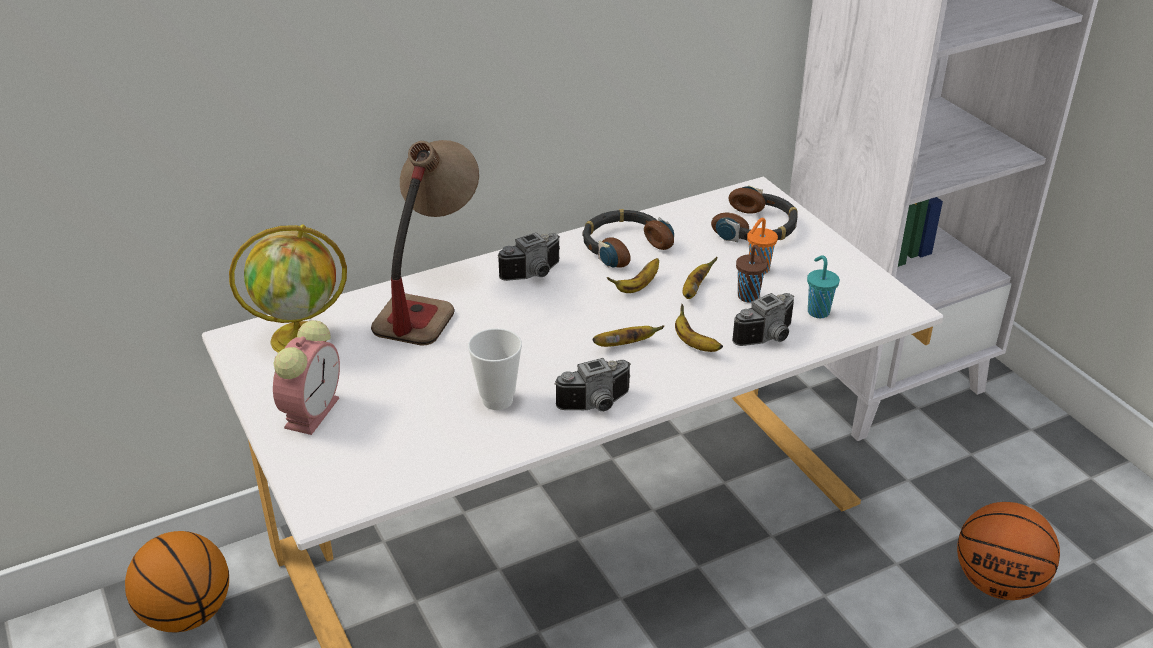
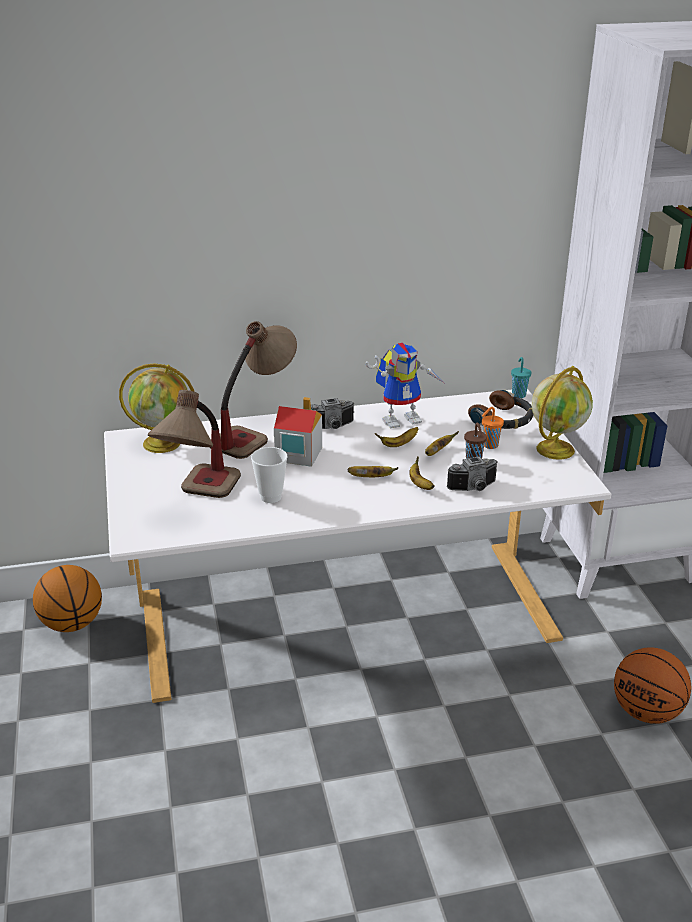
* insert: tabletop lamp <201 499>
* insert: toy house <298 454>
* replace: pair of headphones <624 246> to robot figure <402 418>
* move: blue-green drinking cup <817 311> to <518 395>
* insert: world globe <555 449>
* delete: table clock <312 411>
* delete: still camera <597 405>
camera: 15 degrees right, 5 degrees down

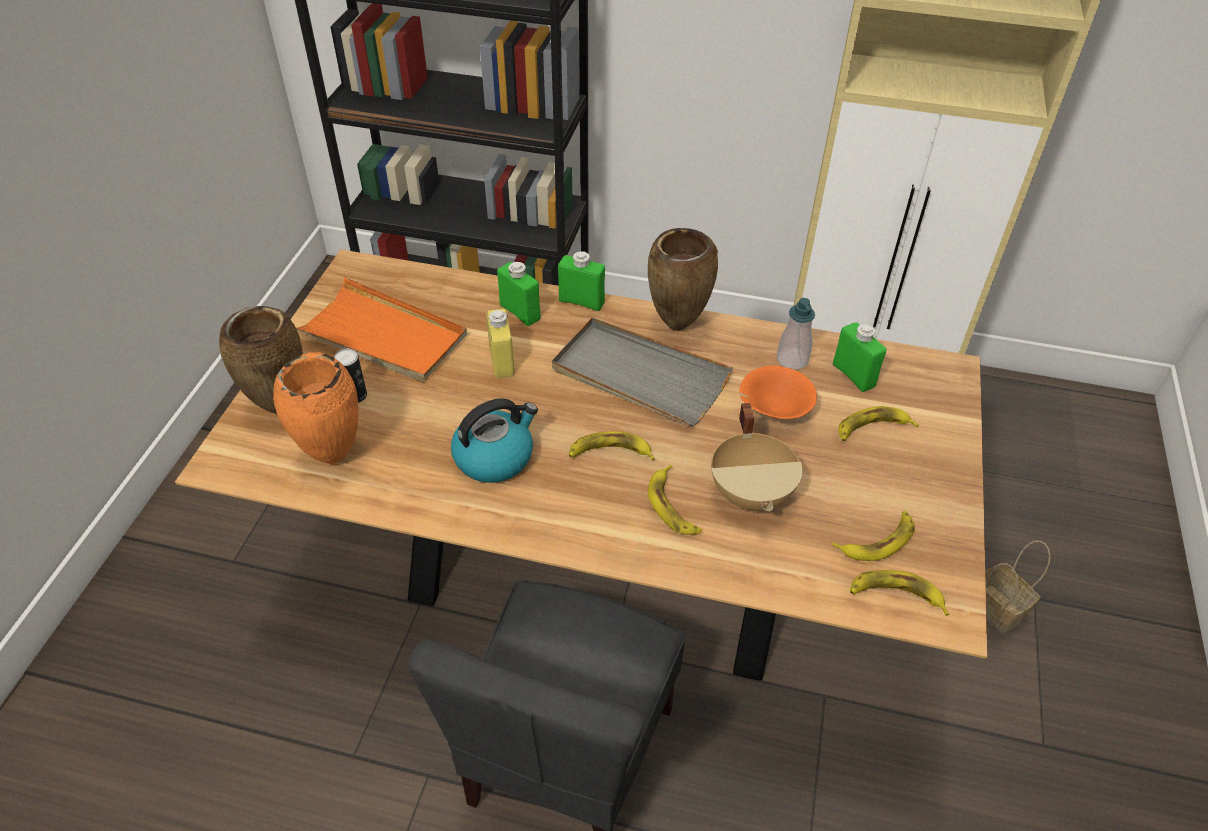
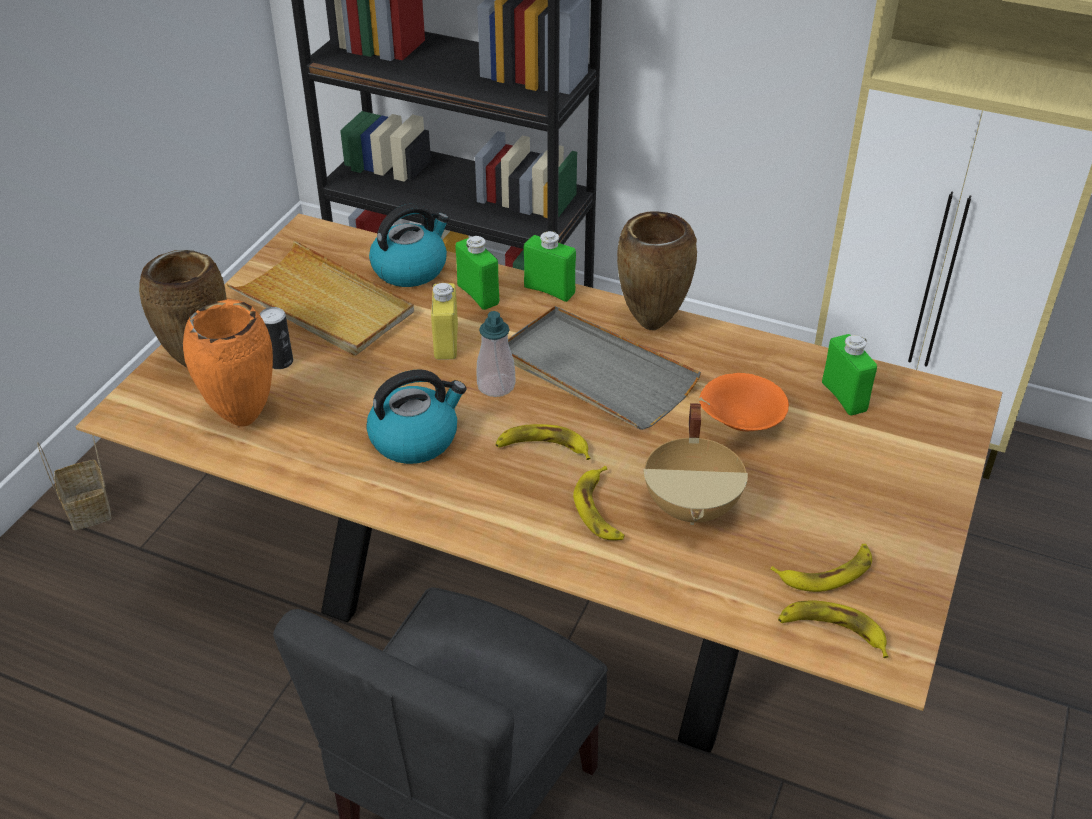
* move: household basket <998 609> to <89 510>
* recolor: orange serving tray <383 336> to beige serving tray <323 305>
* insert: tea kettle <410 268>
* move: soap dispenser <792 360> to <496 386>
* delete: banana fruit <872 428>
camera: 10 degrees right, 5 degrees down

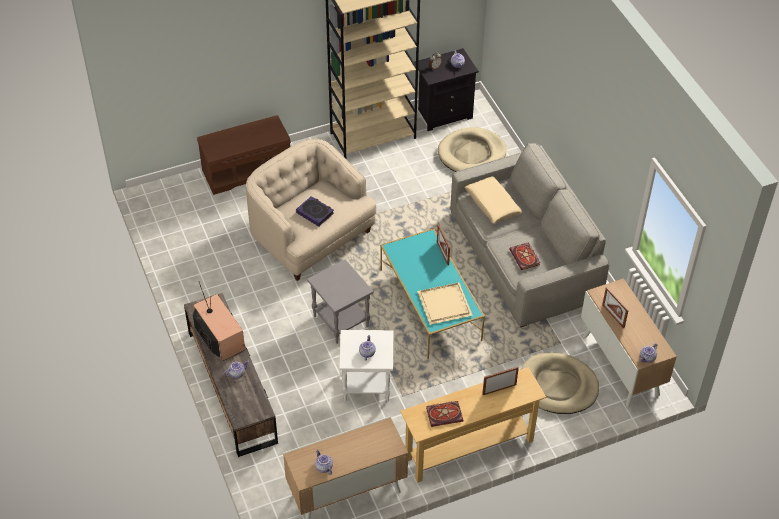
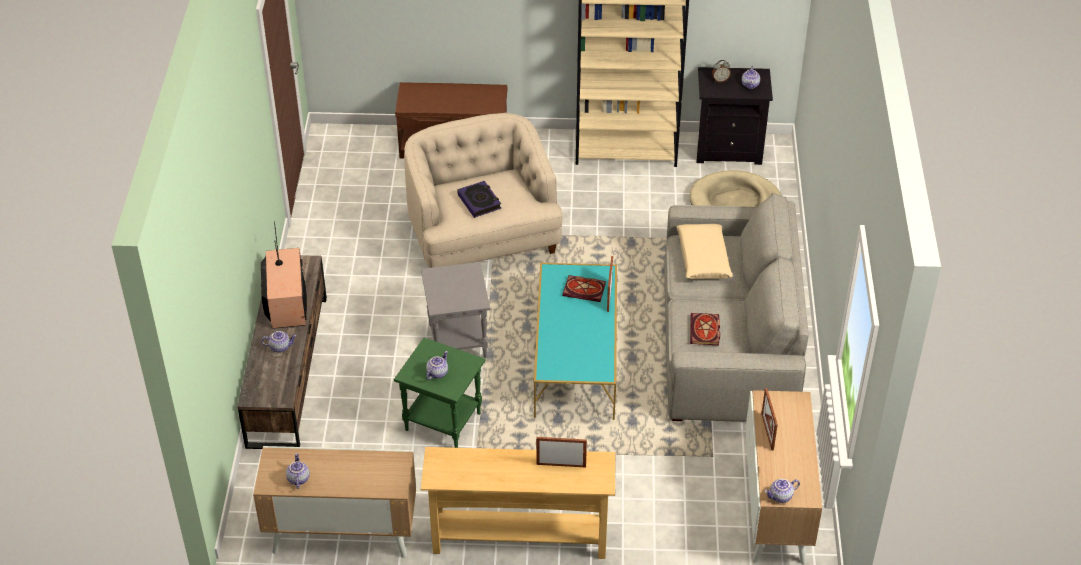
* recolor: white side table <366 385> to green-coloured side table <441 422>
* move: book <445 414> to <585 290>
* delete: beige serving tray <443 304>
* delete: beige pet bed <558 386>
camera: 25 degrees right, 5 degrees down

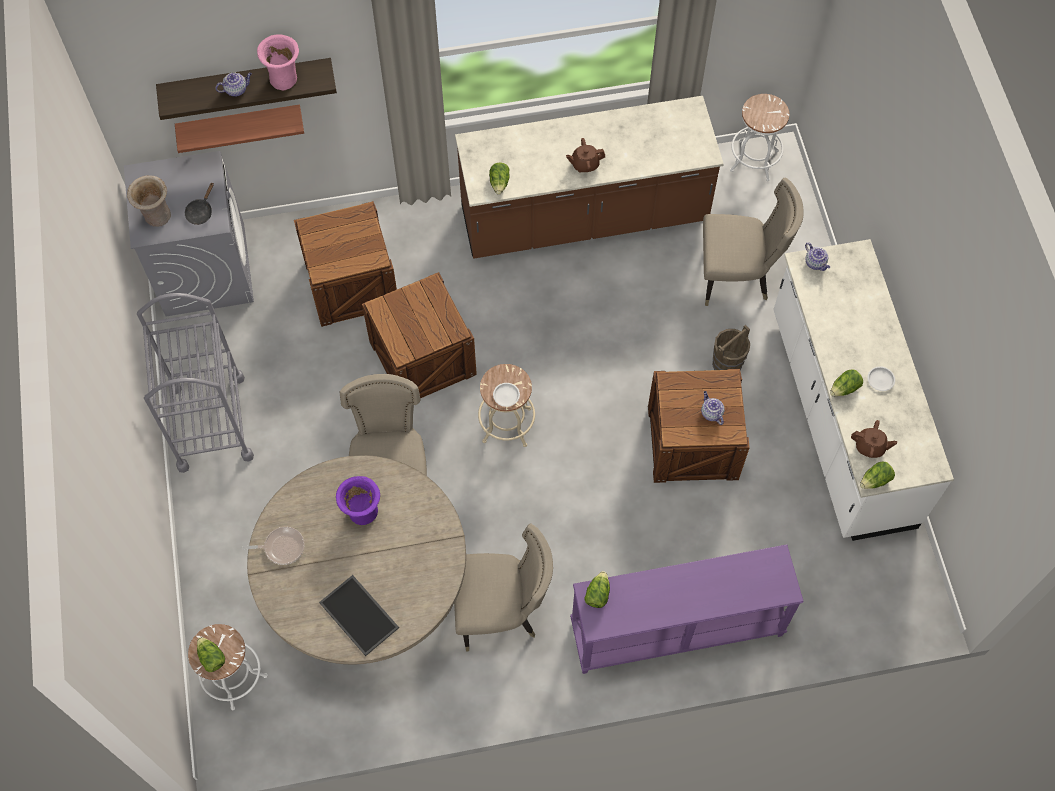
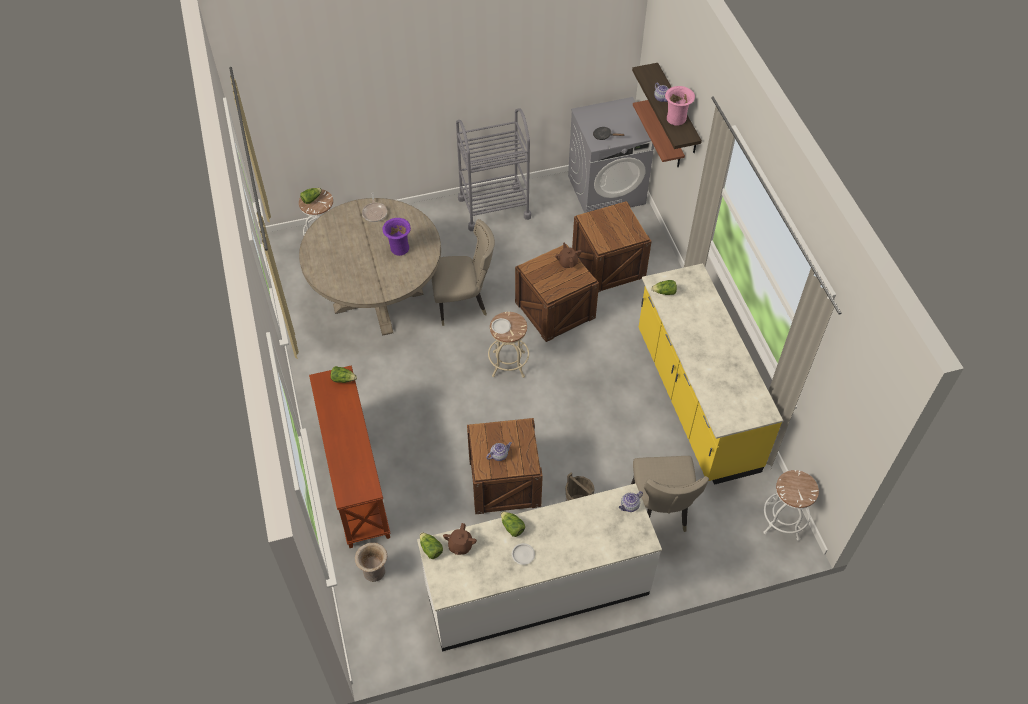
* recolor: purplish narrow table <676 630> to brown-coloured narrow table <354 477>
* move: beige decorative vase <156 216> to <374 571>
* move: brown-coloured pot for tea <585 164> to <567 262>
* recolor: brown-coloured kitchen base unit <584 218> to yellow-coloured kitchen base unit <695 400>
* delete: serving tray <360 615>
* delete: beige upright chair <501 611>
camera: 85 degrees right, 10 degrees down

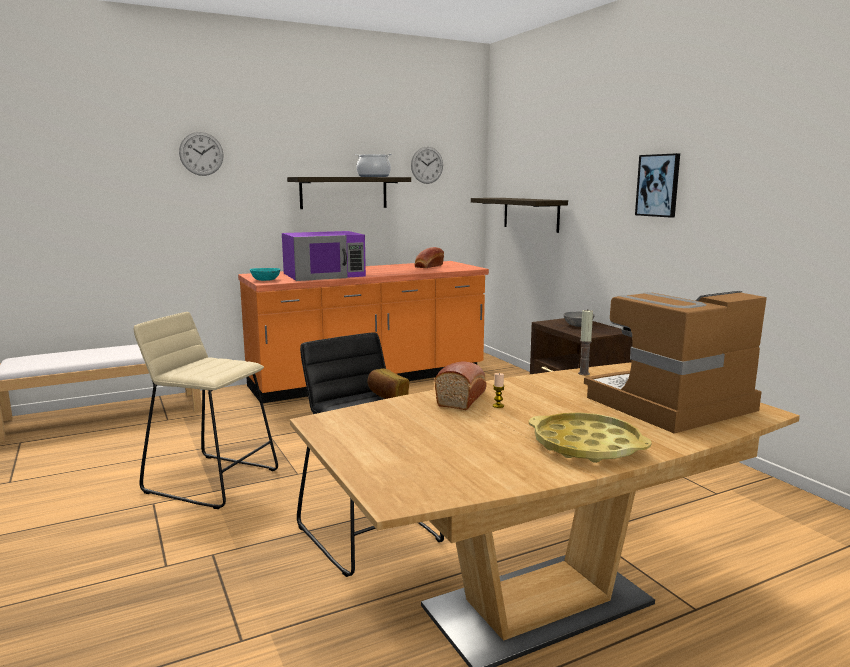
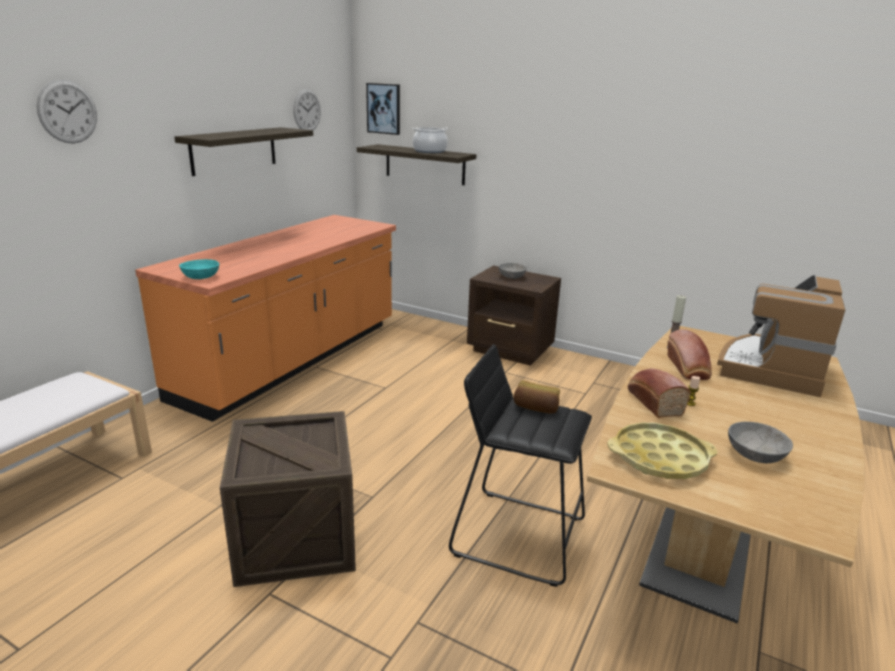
* replace: beige stool seat <212 480> to shipping crate <296 538>
* move: picture <658 185> to <384 108>
* move: cooking pot <373 176> to <430 151>
* move: yellow-coloured serving tray <586 446> to <659 458>
* move: baked bread <428 266> to <688 368>
* insert: gray serving bowl <755 454>
* delete: purplish microwave <324 275>
camera: 35 degrees left, 10 degrees up

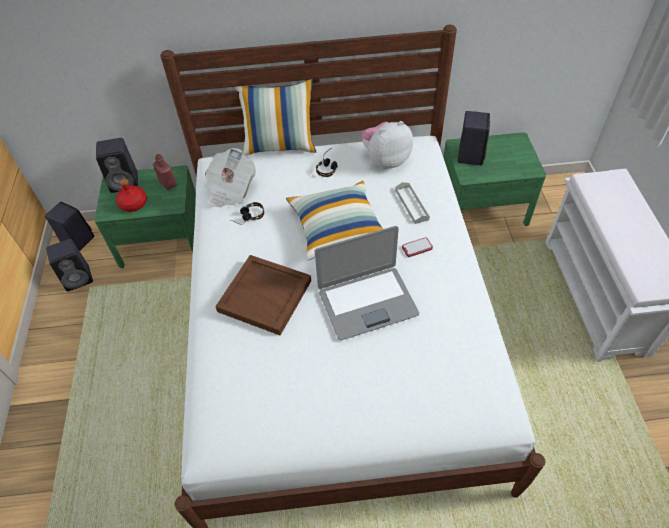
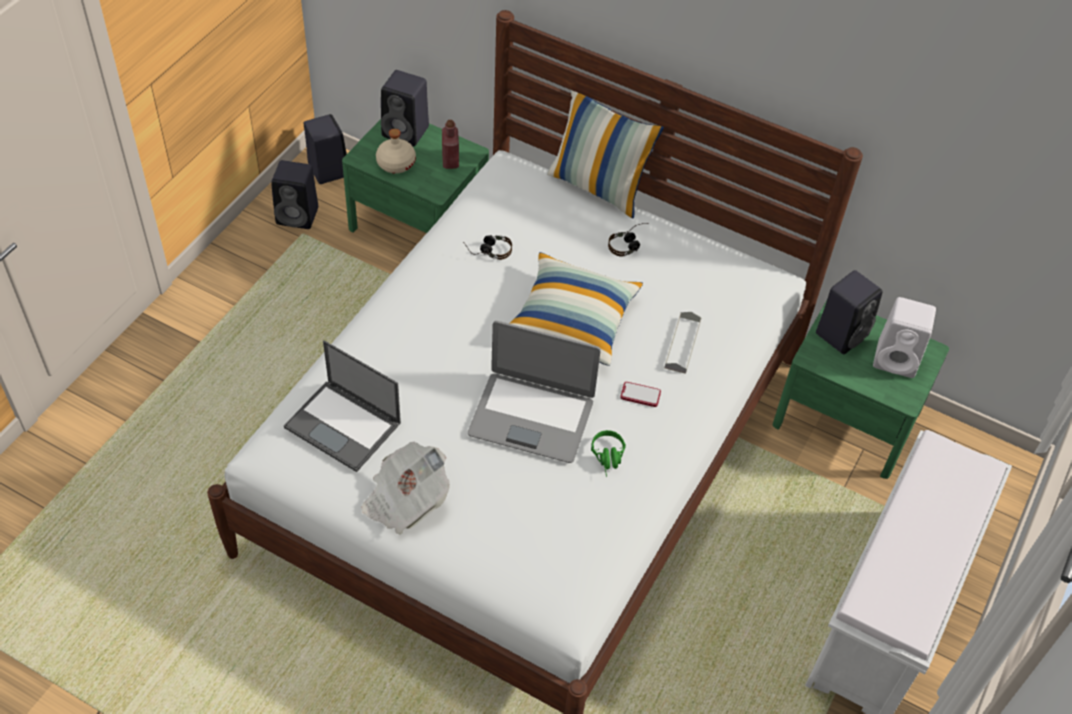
* insert: portable computer <344 425>
* move: printed paper <230 190> to <405 500>
* recolor: red bottle <133 204> to beige bottle <395 163>
* insert: green-coloured pair of headphones <608 459>
* insert: white loudspeaker <897 359>
* delete: brown-coloured serving tray <266 295>
* delete: soft toy <385 160>
camera: 30 degrees right, 0 degrees up

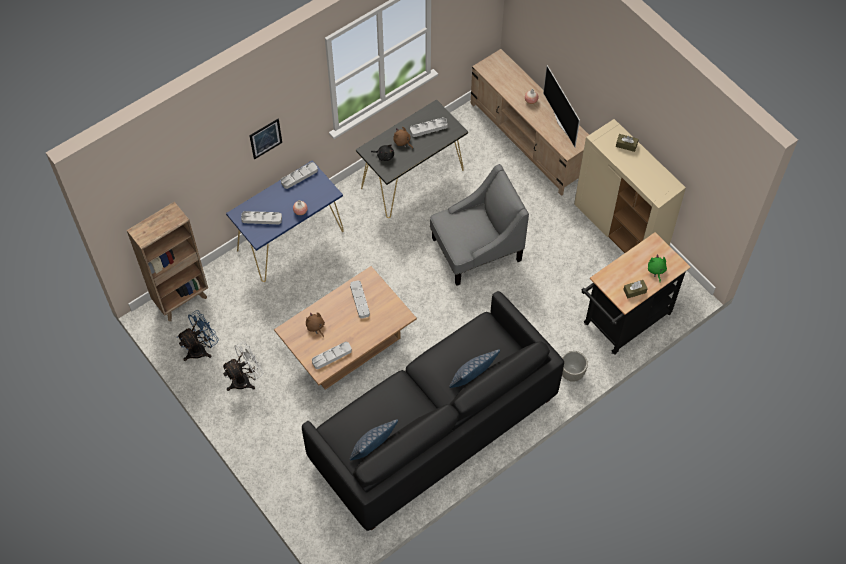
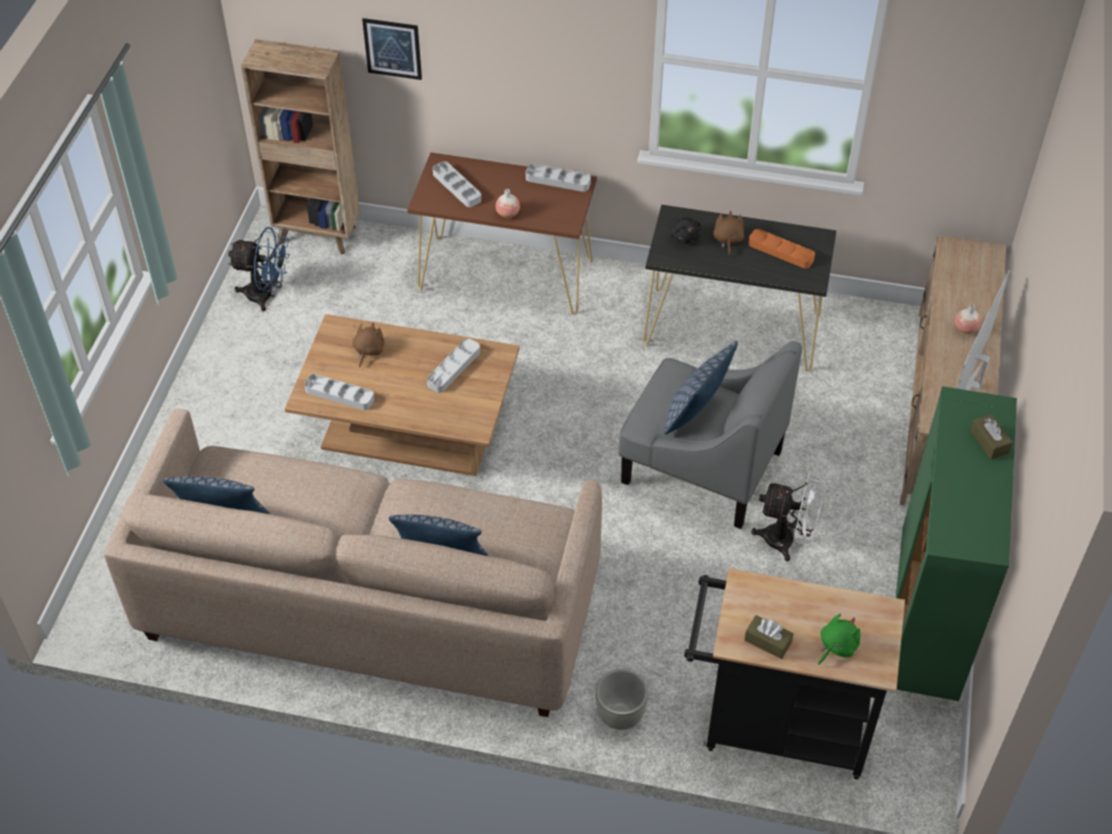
* recolor: blackish settee <433 428> to beige settee <370 606>
* move: picture <265 138> to <392 48>
* recolor: bluish narrow table <291 240> to brown-coloured narrow table <506 275>
* insert: cushion <696 413>
* recolor: gray serving tray <428 128> to orange serving tray <781 251>
* move: white electric fan <245 379> to <788 541>
* recolor: beige cupboard <620 229> to green-coloured cupboard <929 614>
camera: 50 degrees right, 10 degrees down

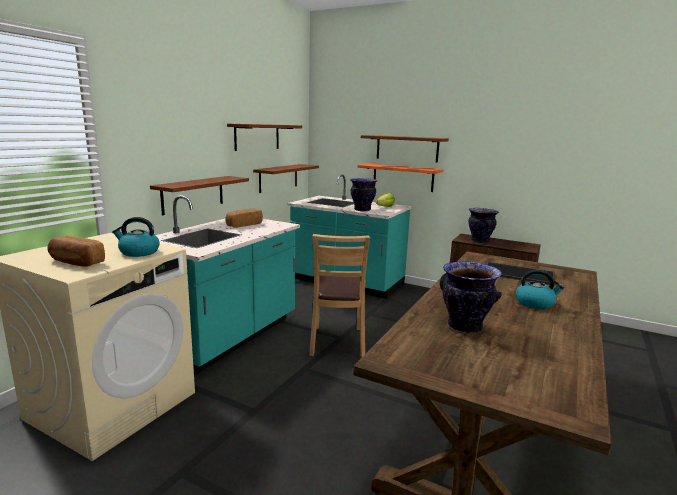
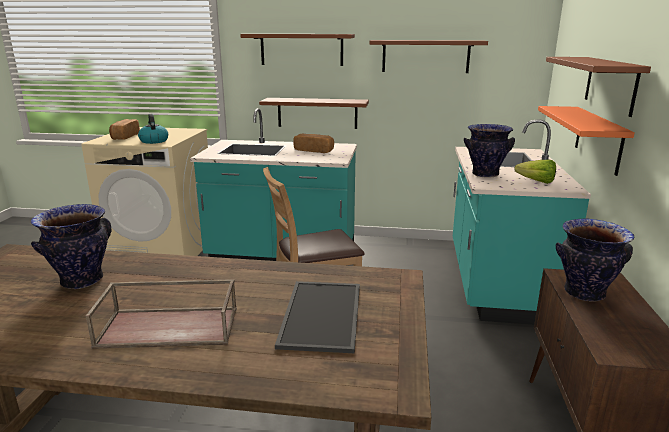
* replace: tea kettle <535 303> to brown-coloured serving tray <170 326>
* move: brown-coloured bracket shelf <278 178> to <301 49>
camera: 70 degrees right, 5 degrees up

